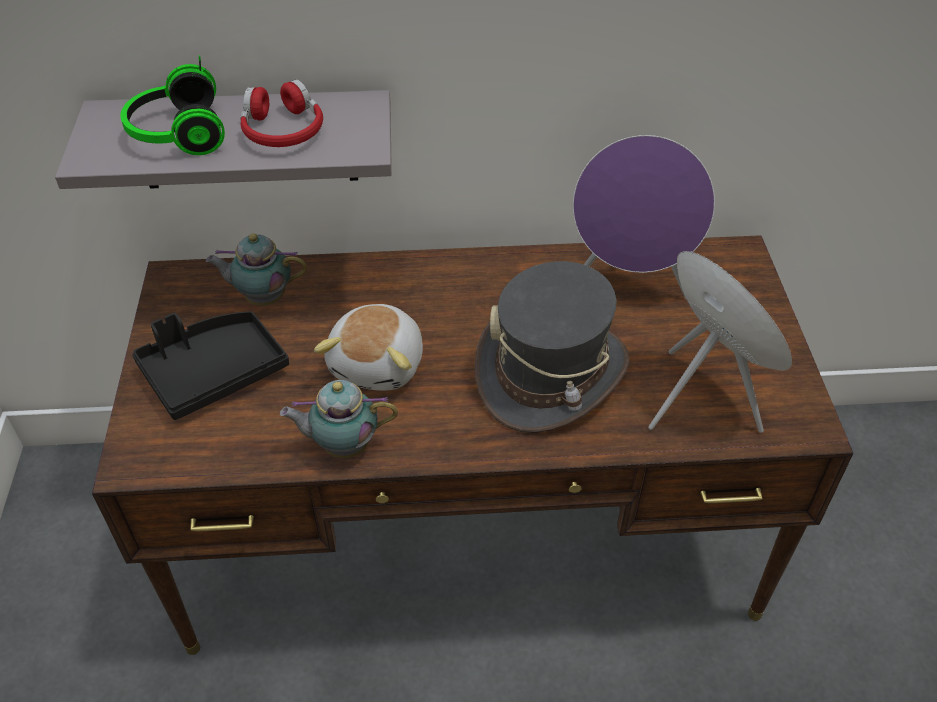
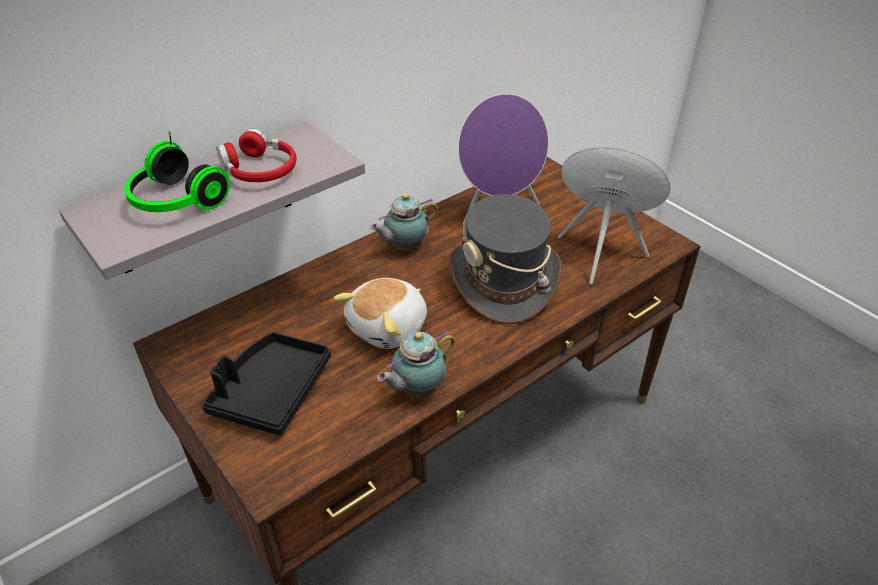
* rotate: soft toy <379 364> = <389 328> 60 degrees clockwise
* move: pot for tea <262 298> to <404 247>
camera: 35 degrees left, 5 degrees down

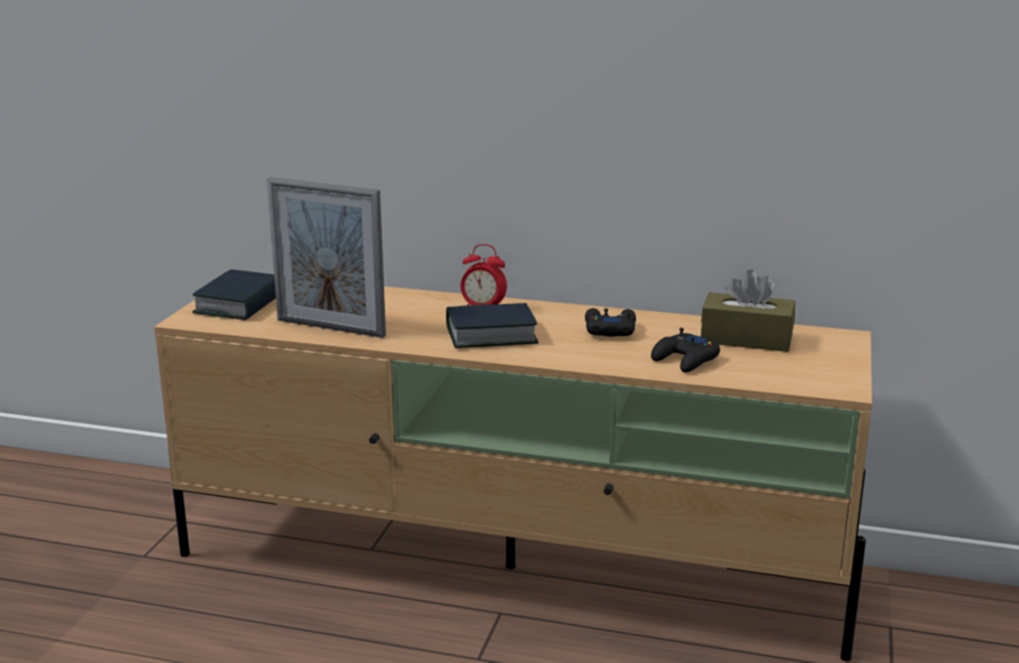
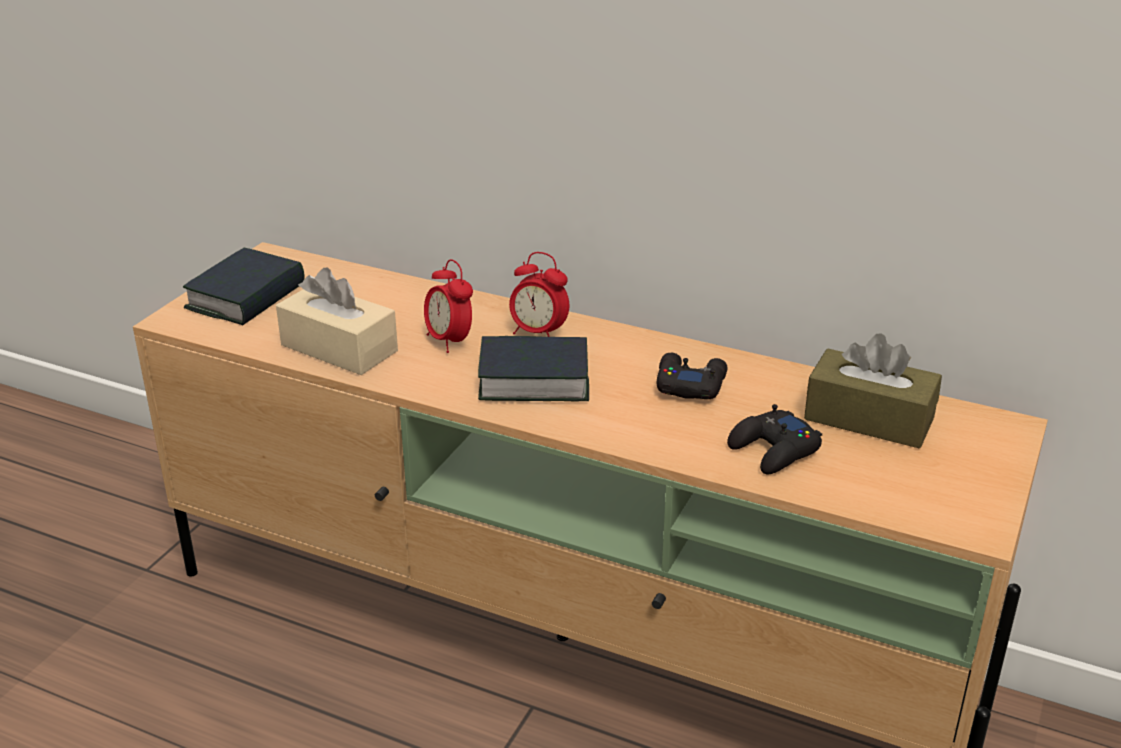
* replace: picture frame <330 328> to beige tissue box <339 348>
* insert: table clock <449 341>
camera: 10 degrees right, 10 degrees up

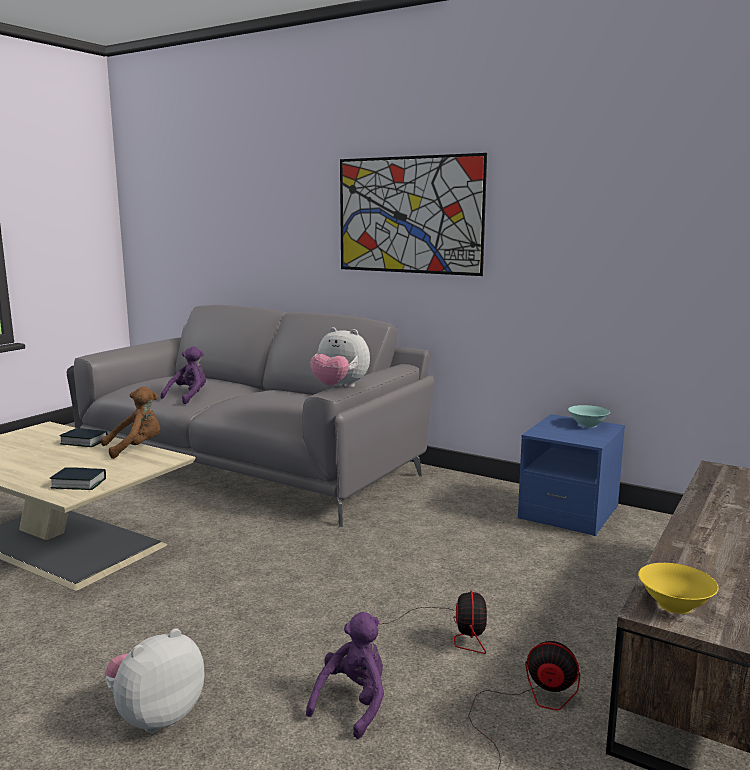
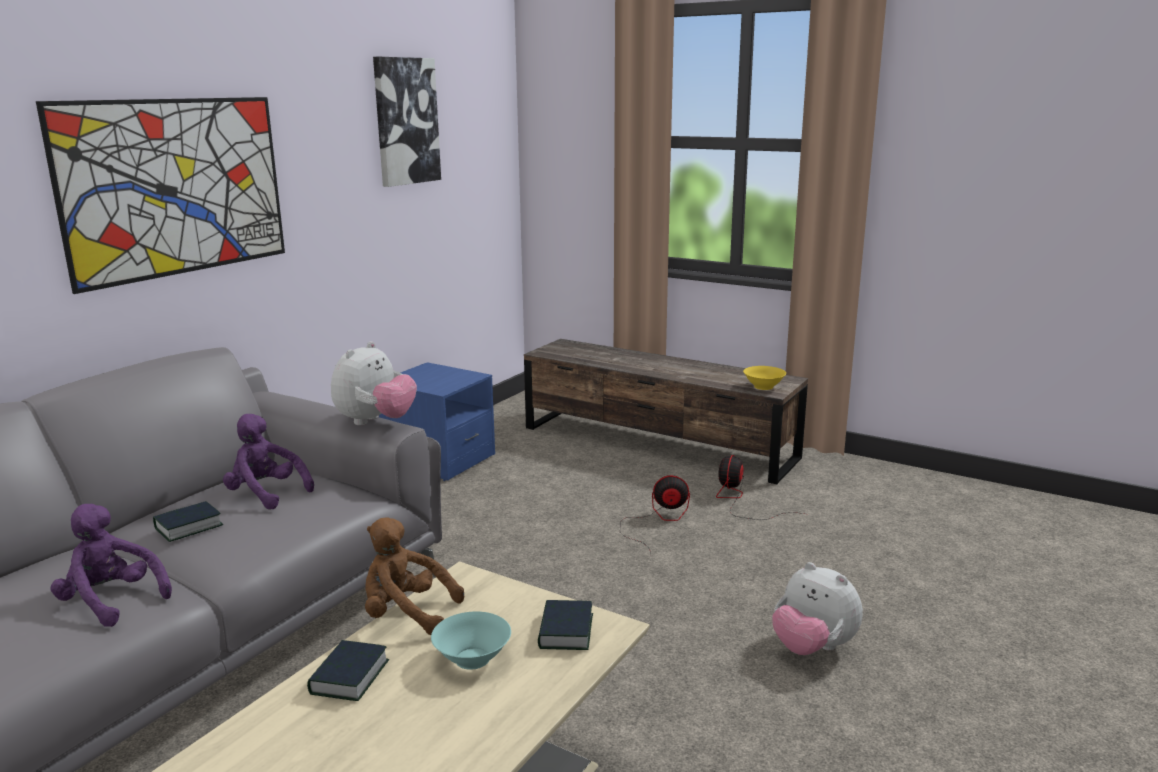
* insert: book <188 527>
* move: purplish soft toy <353 703> to <266 494>
* rotate: brown-coloured soft toy <136 448> = <406 614> 45 degrees counterclockwise
* insert: picture <405 121>
* move: blue-green serving bowl <587 425> to <473 659>
camera: 90 degrees left, 5 degrees up

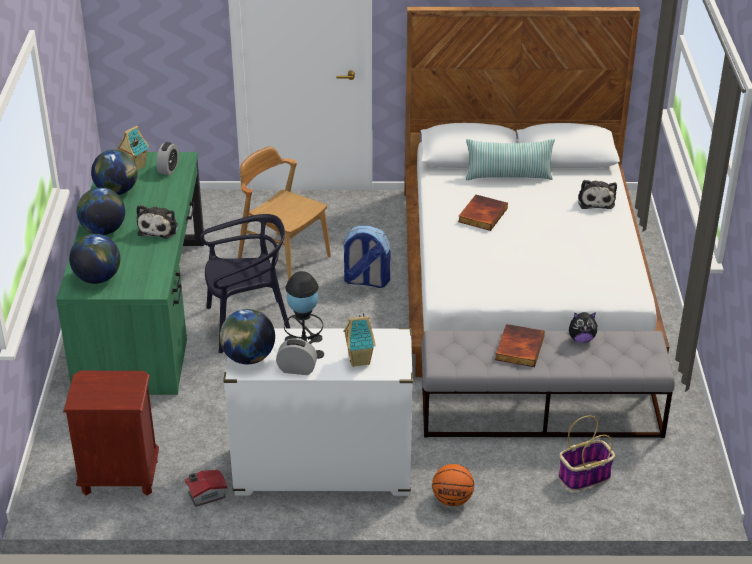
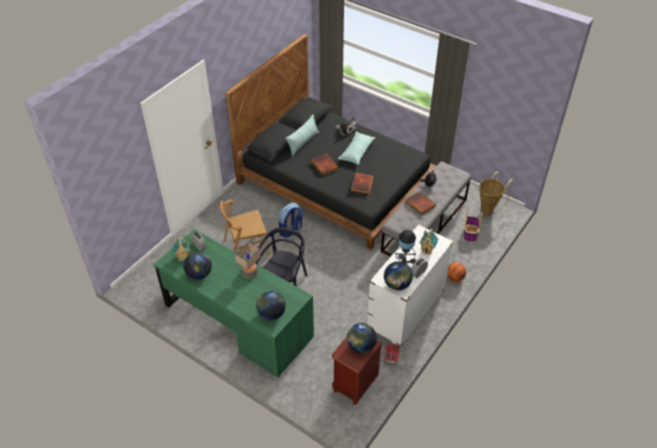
* recolor: white bedroom bed <523 277> to blackish bedroom bed <336 181>
* replace: soft toy <159 228> to tabletop lamp <250 272>
* insert: cushion <356 152>
* move: world globe <103 230> to <360 346>
* insert: book <362 185>
* insert: household basket <488 210>
camera: 55 degrees left, 10 degrees up

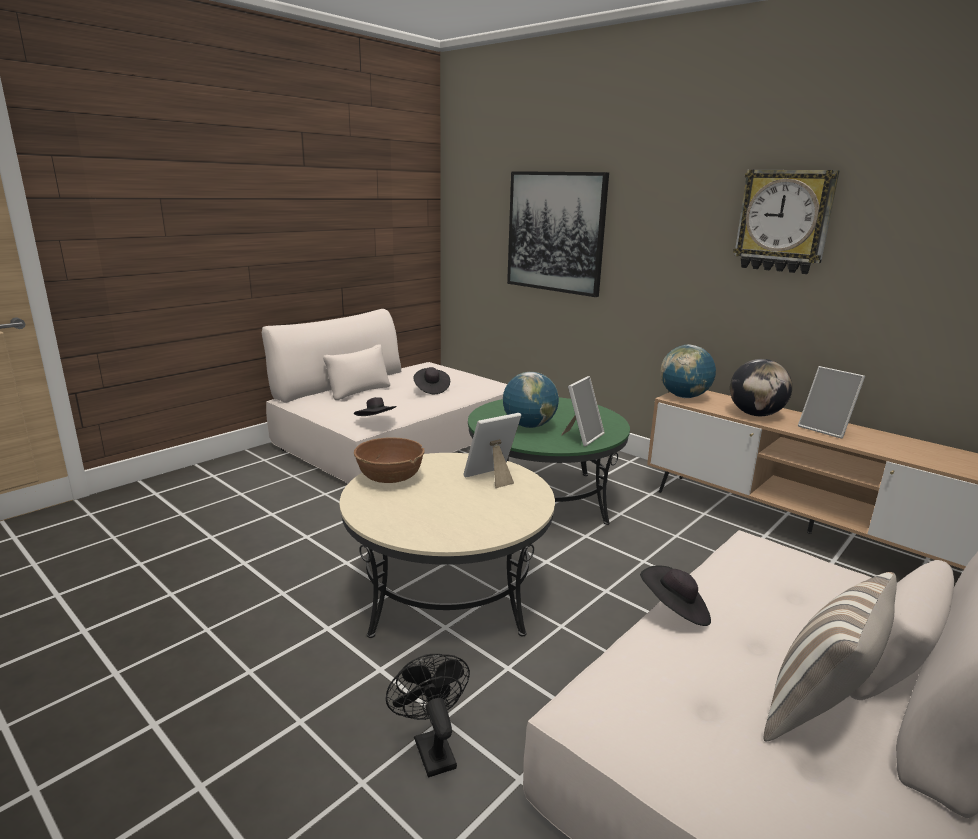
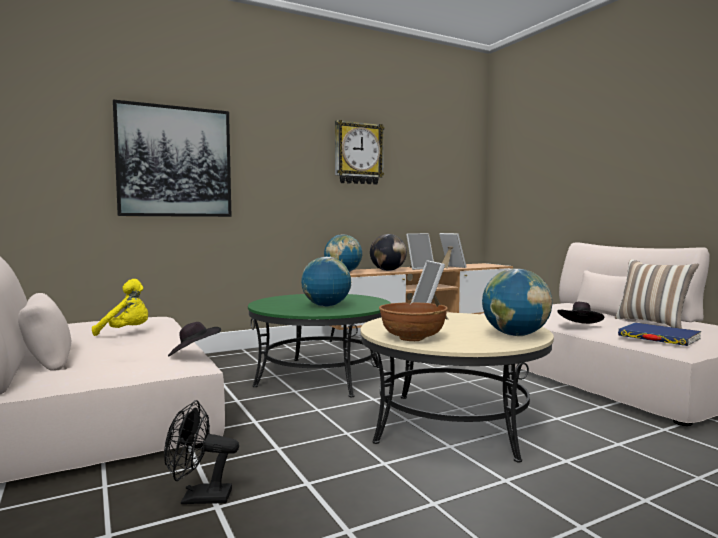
* replace: blackish clothing hat <431 389> to yellow-coloured soft toy <127 332>
* move: blackish electric fan <431 747> to <198 498>
* move: picture frame <581 437> to <451 267>
* insert: world globe <515 335>
* insert: bluish book <658 338>
camera: 70 degrees left, 15 degrees down

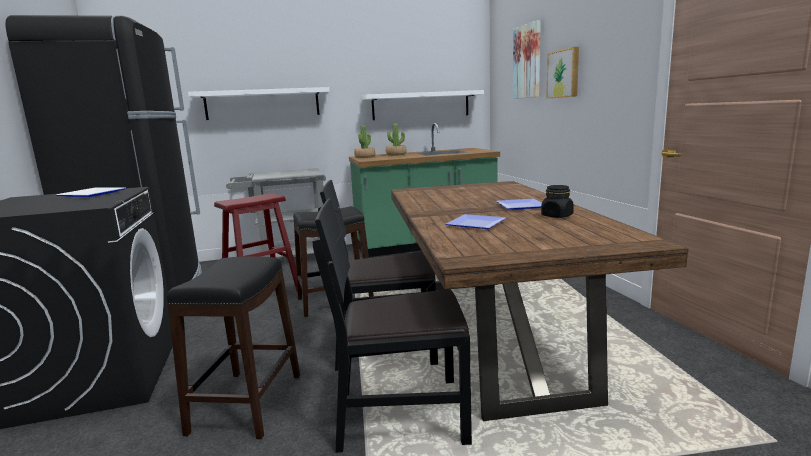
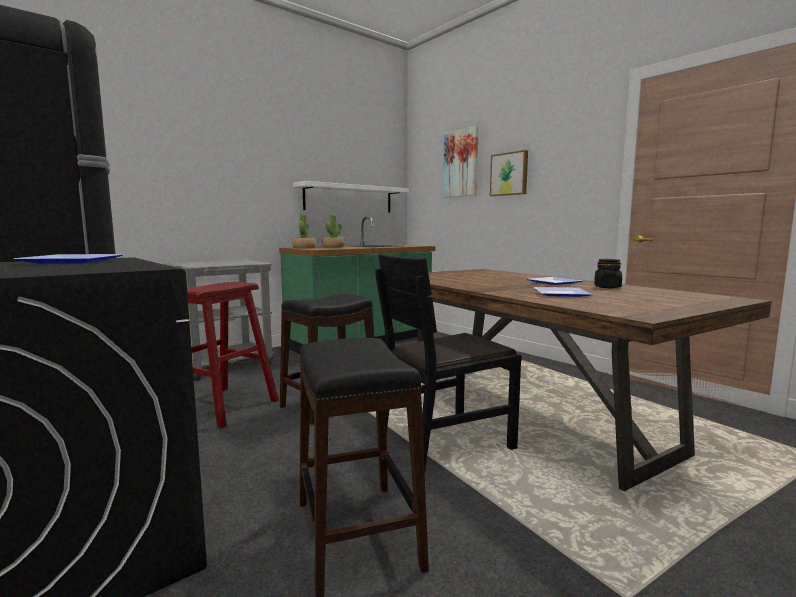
* delete: white bracket shelf <263 104>
* delete: blackish upright chair <401 414>
camera: 25 degrees left, 5 degrees down

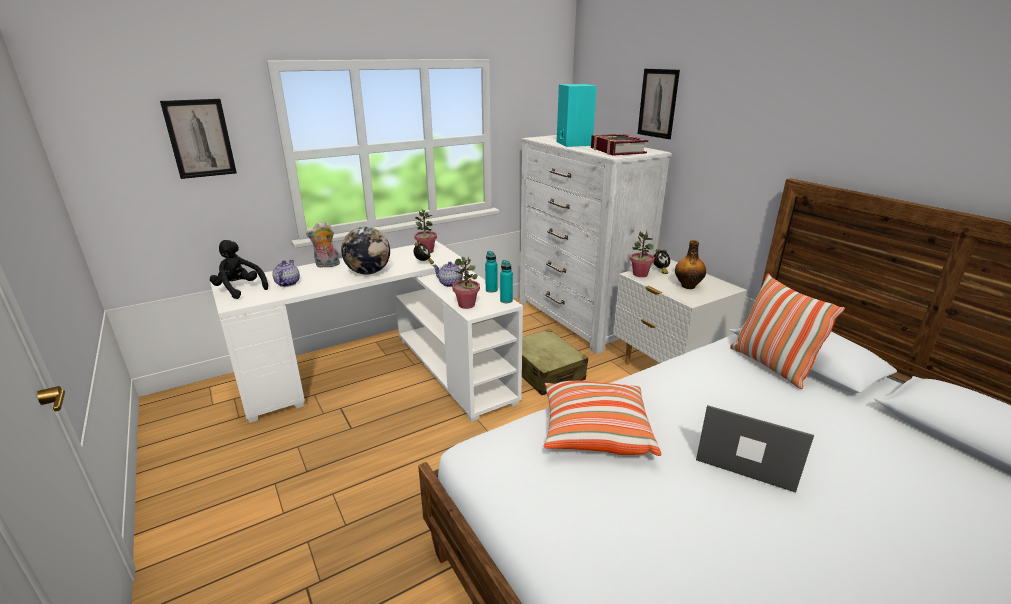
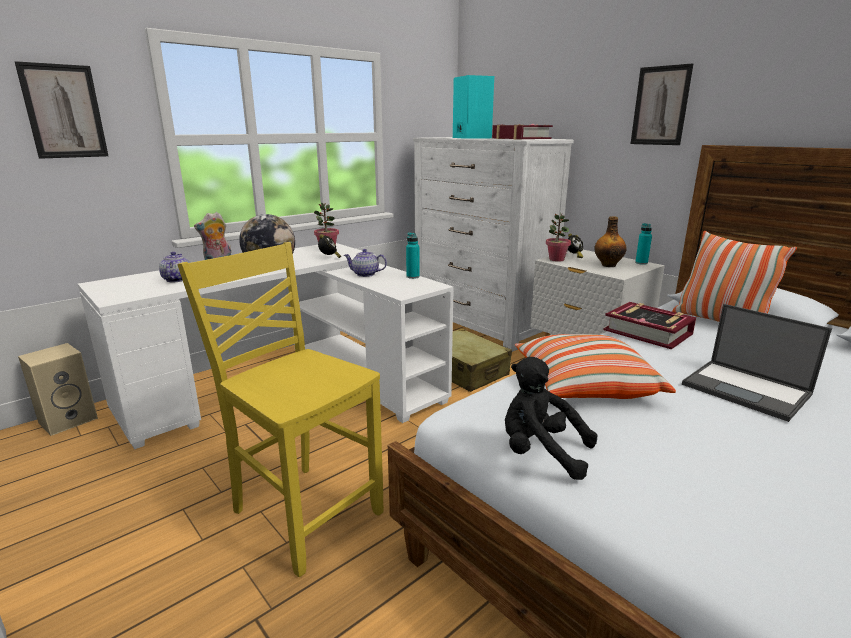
* insert: beige loudspeaker <69 419>
* insert: yellow-coloured upright chair <304 512>
* move: blackish soft toy <240 289> to <540 453>
* insert: book <648 332>
* move: picture <658 103> to <660 106>
* move: blue-green bottle <506 300> to <641 263>
* rotate: portable computer <746 454> = <747 390> 150 degrees counterclockwise
* delete: plant in a pot <467 305>
camera: 10 degrees left, 5 degrees down

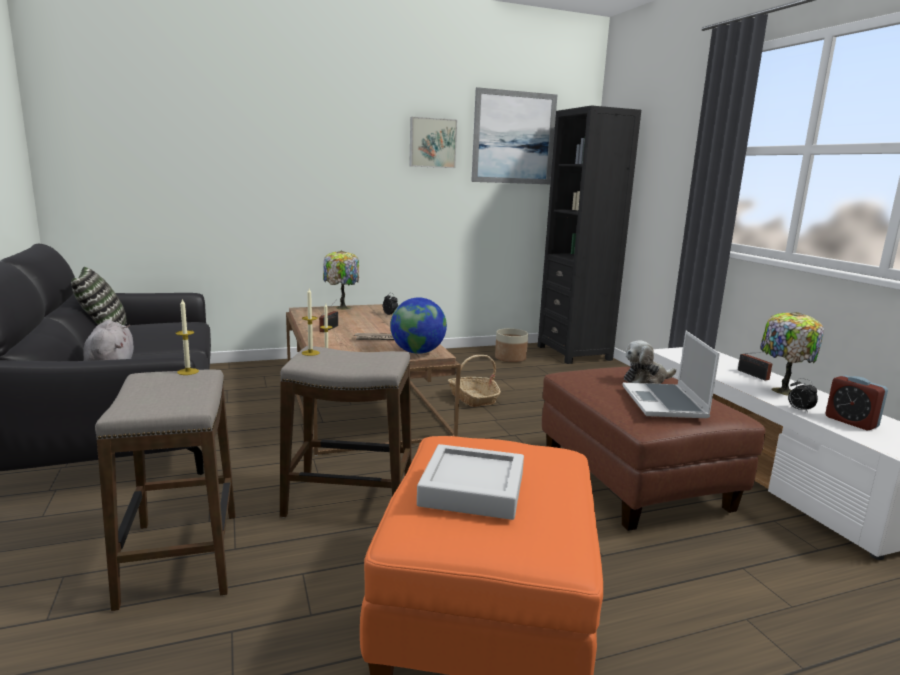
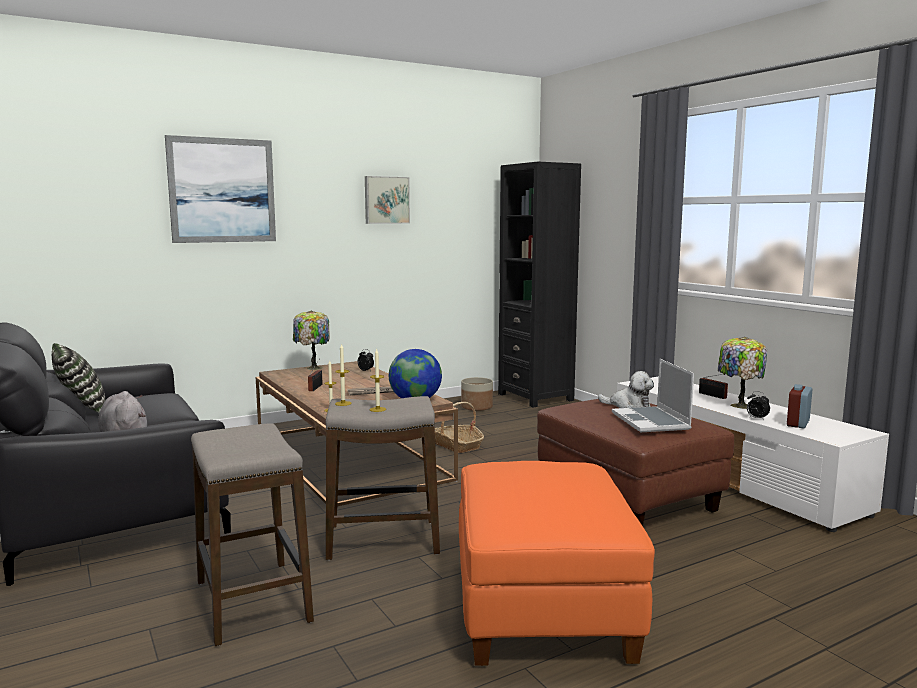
* move: picture <514 138> to <222 190>
* move: candle <188 371> to <377 409>
* rotate: soft toy <646 380> = <628 406> 120 degrees counterclockwise
* rotate: table clock <851 422> = <798 423> 75 degrees clockwise
* delete: gray serving tray <472 489>
camera: 10 degrees left, 5 degrees down

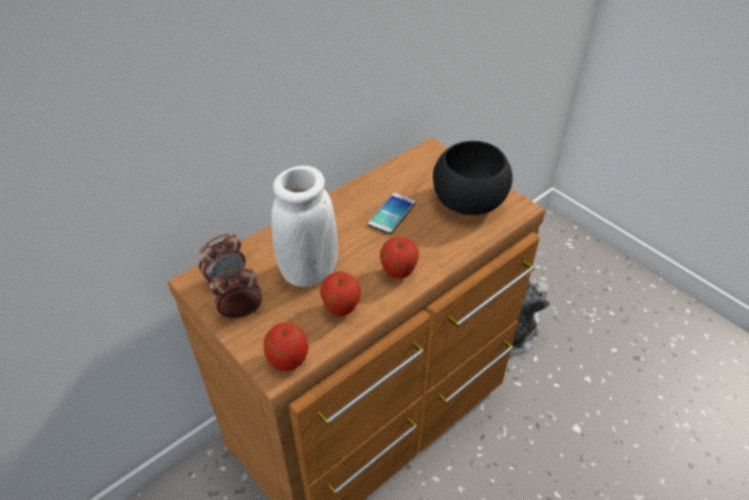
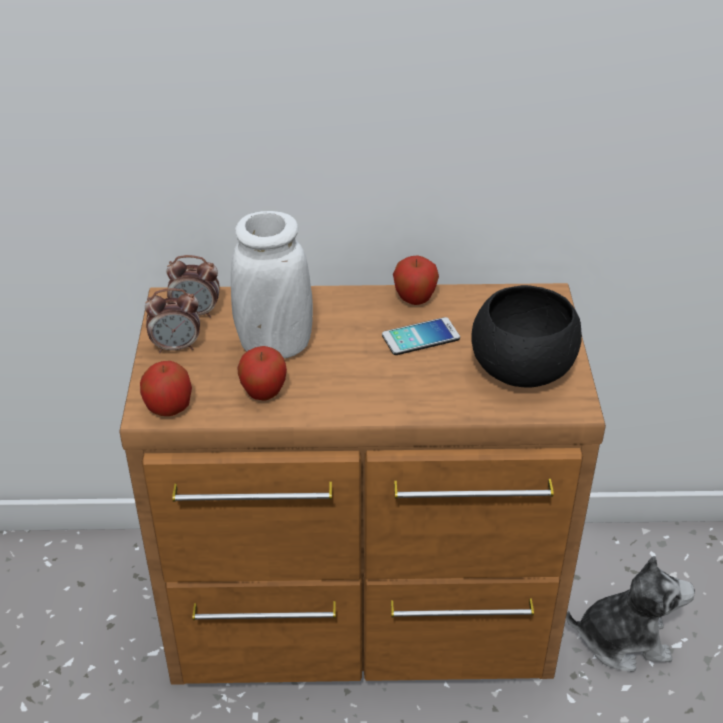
* rotate: table clock <241 312> = <176 347> 150 degrees clockwise
* move: apple fruit <398 273> to <414 301>
camera: 40 degrees right, 5 degrees down

